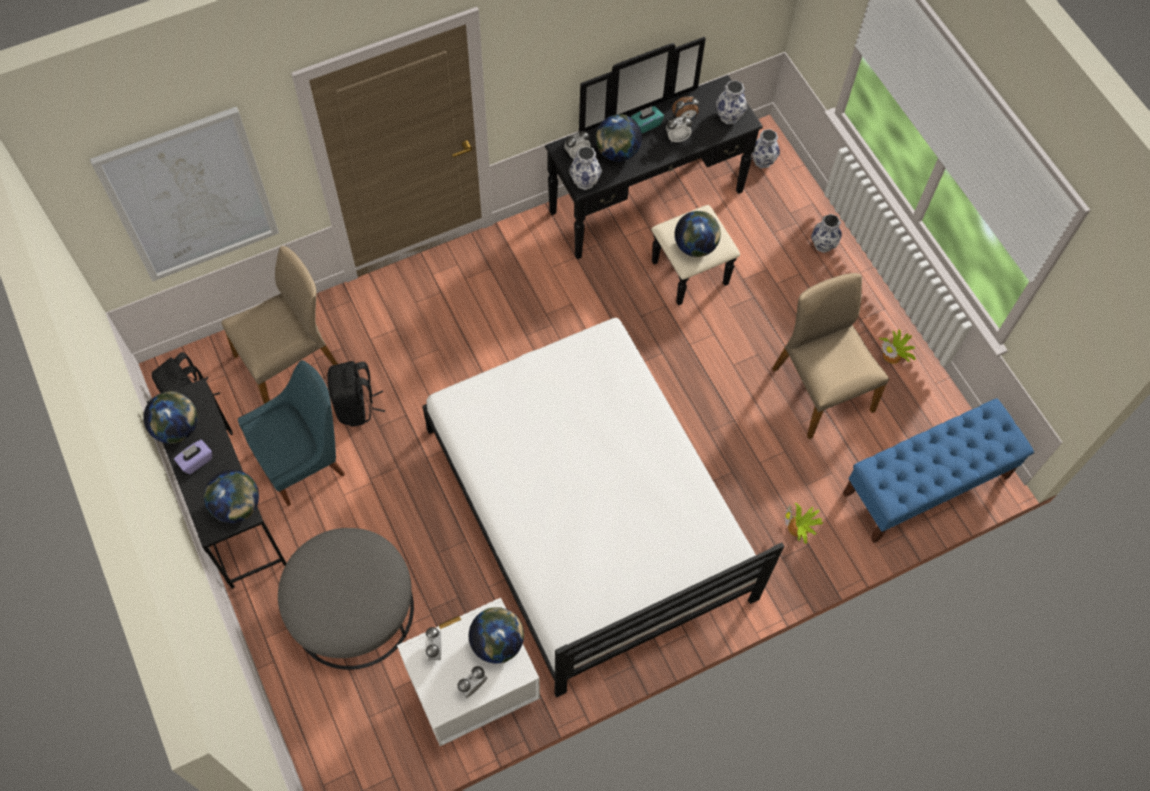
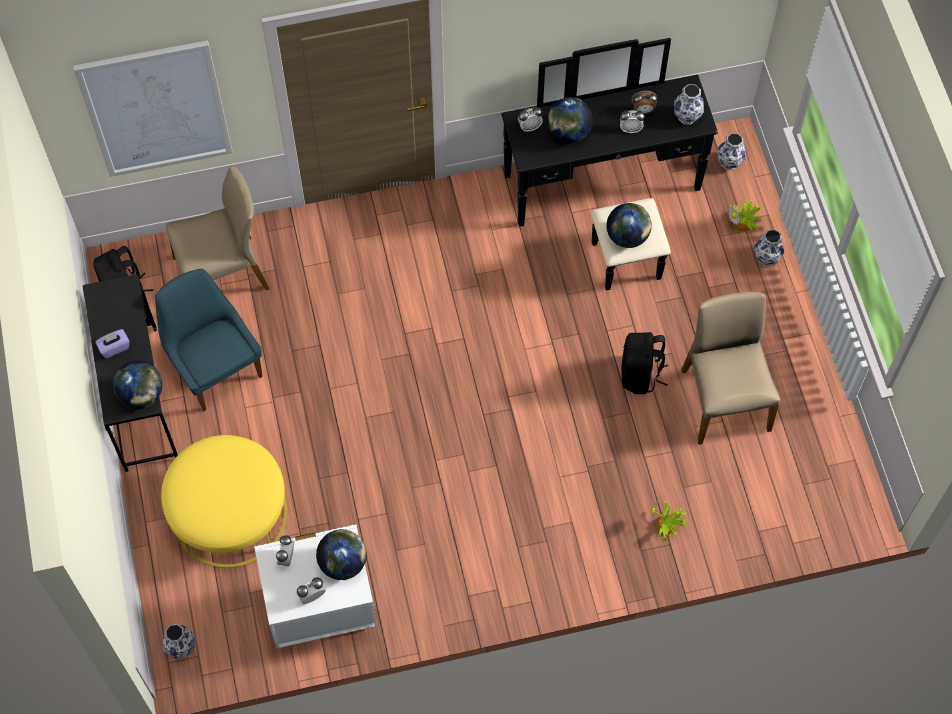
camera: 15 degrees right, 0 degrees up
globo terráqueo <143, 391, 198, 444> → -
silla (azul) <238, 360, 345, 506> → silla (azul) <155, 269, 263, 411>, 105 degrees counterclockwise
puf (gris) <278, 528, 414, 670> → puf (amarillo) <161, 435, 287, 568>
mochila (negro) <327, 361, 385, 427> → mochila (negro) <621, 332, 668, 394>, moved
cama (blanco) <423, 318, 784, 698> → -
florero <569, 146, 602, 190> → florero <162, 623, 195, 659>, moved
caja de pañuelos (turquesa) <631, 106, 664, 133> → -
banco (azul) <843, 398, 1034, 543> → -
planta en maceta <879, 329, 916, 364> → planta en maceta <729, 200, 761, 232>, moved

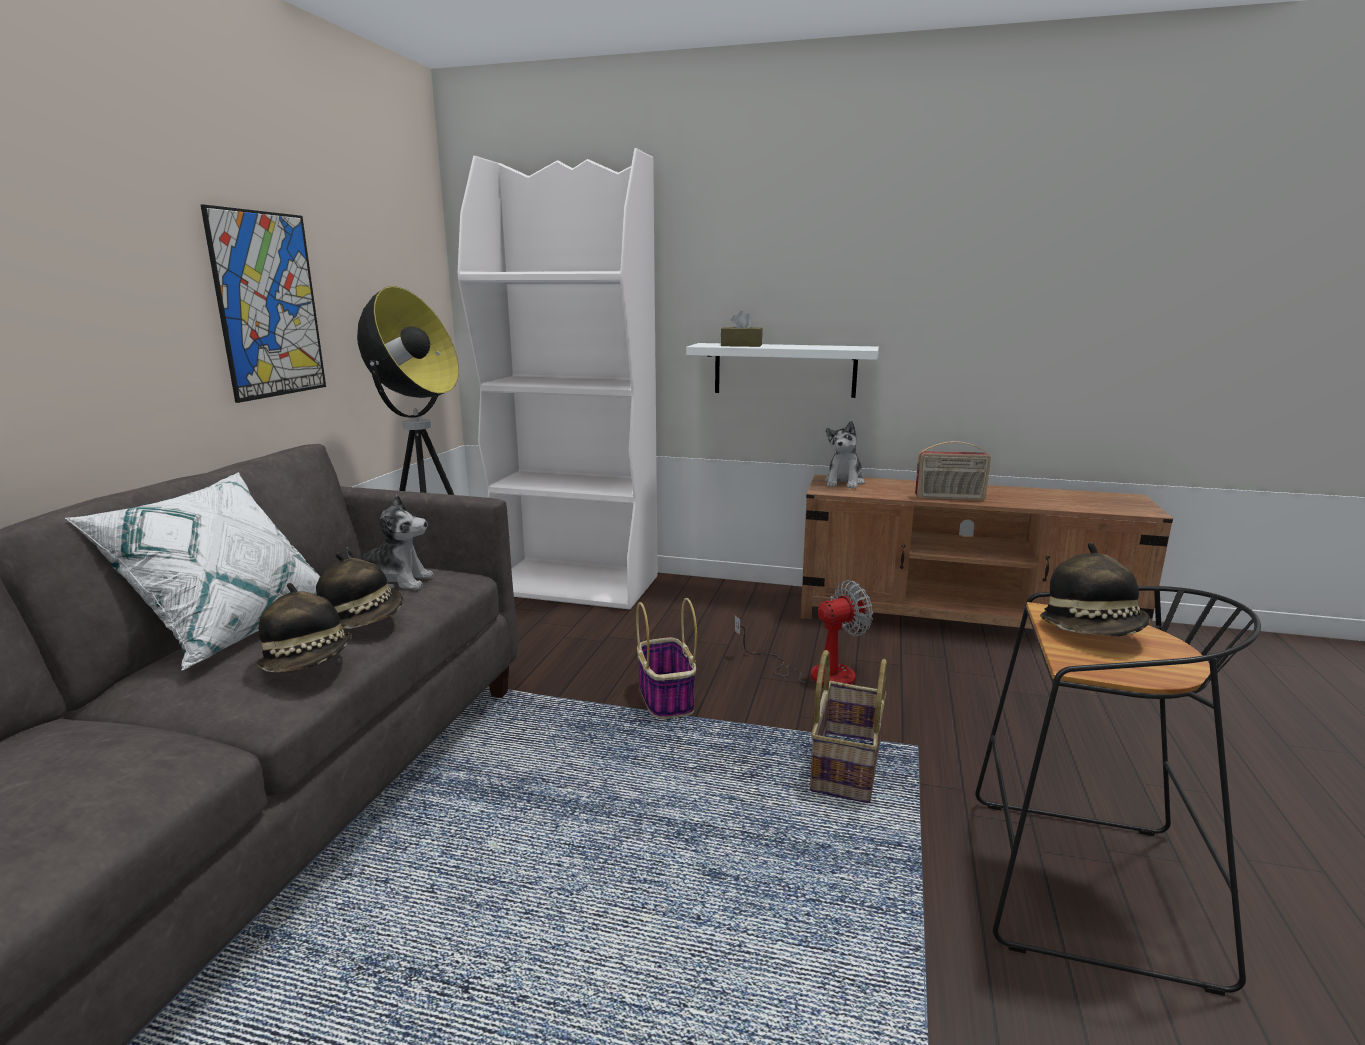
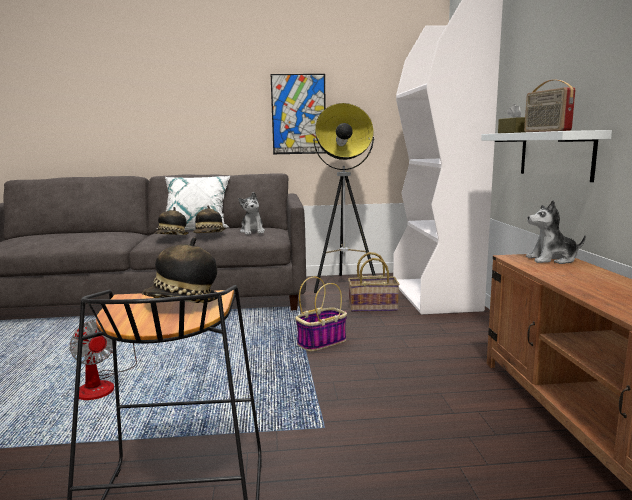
camera: 70 degrees right, 5 degrees down
ventilador <734, 580, 873, 686> → ventilador <69, 319, 137, 400>, moved
cesta <810, 650, 887, 803> → cesta <348, 252, 400, 312>, moved
radio <915, 441, 991, 500> → radio <524, 80, 575, 132>, moved

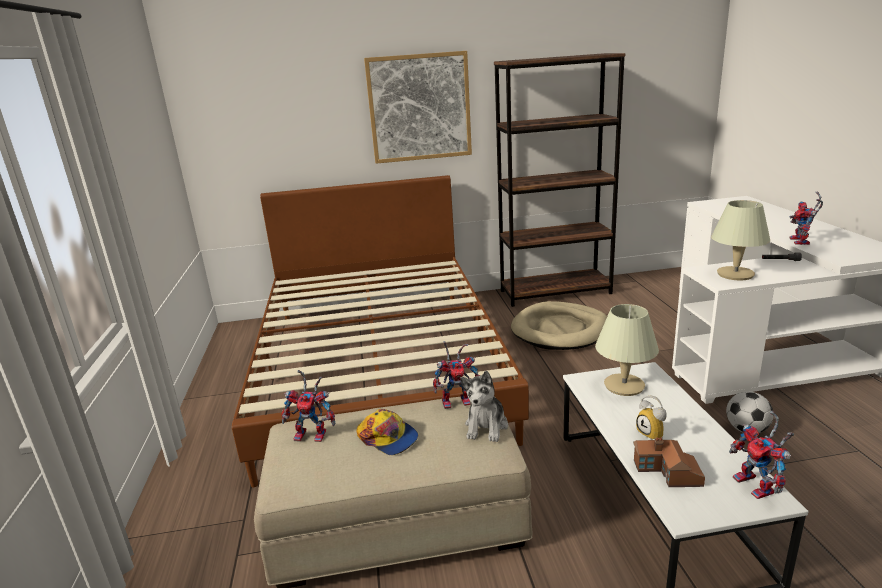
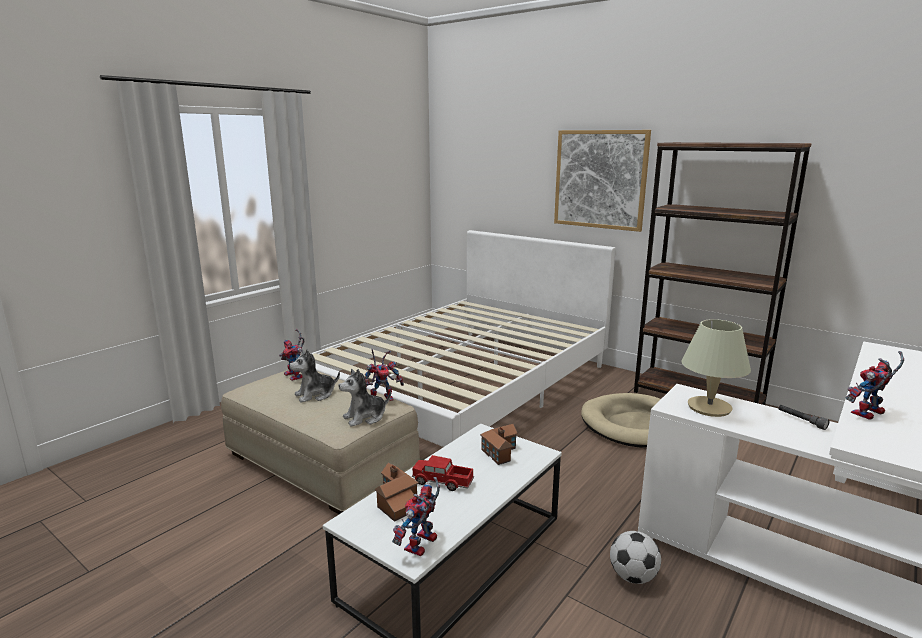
camera: 45 degrees right, 5 degrees down
cama (marrón) <232, 175, 529, 488> → cama (blanco) <295, 230, 616, 447>
gorra <356, 409, 418, 455> → peluche <289, 349, 340, 403>
robot de juguete <433, 341, 480, 409> → robot de juguete <365, 349, 404, 401>, 60 degrees counterclockwise
lámpara de mesa (beis) <595, 304, 659, 396> → casita <480, 423, 518, 465>
despertador <636, 396, 667, 440> → camión de juguete <412, 455, 474, 491>

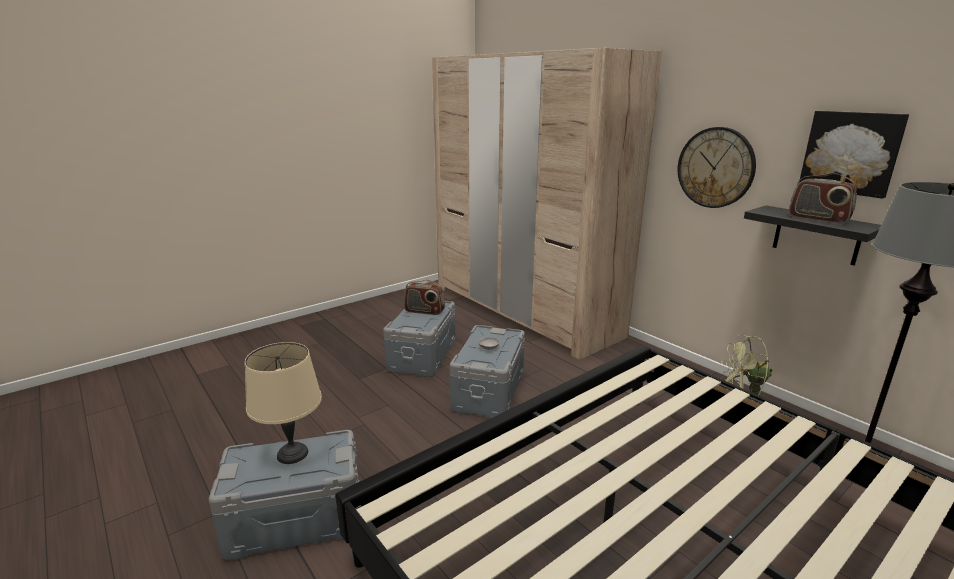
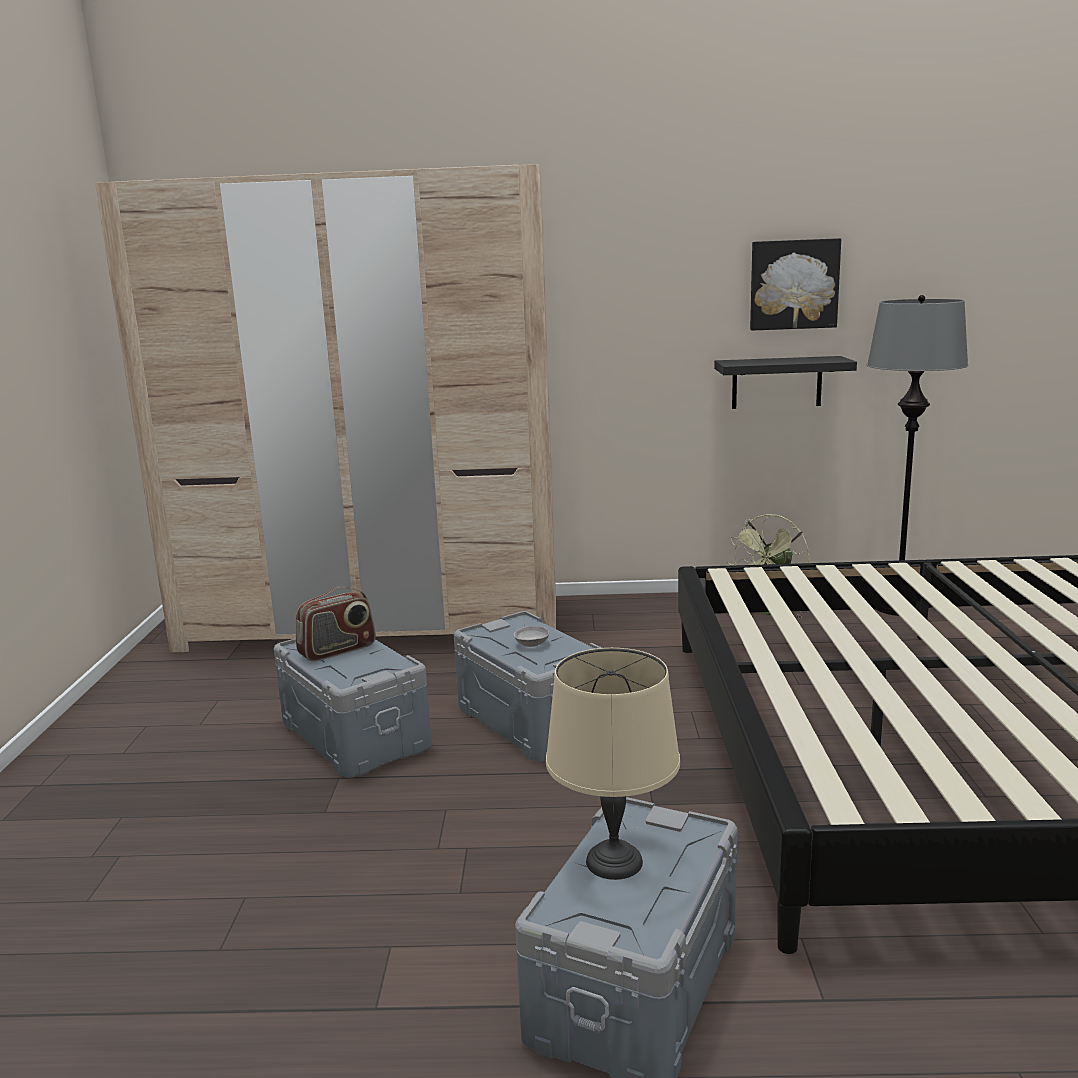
camera: 50 degrees left, 5 degrees down
reloj de pared <678, 127, 756, 208> → -
radio <789, 173, 857, 223> → -

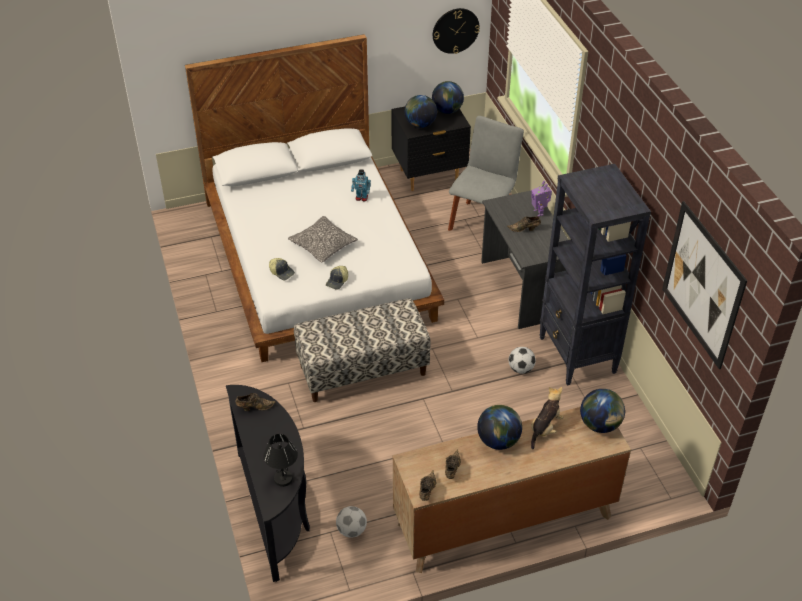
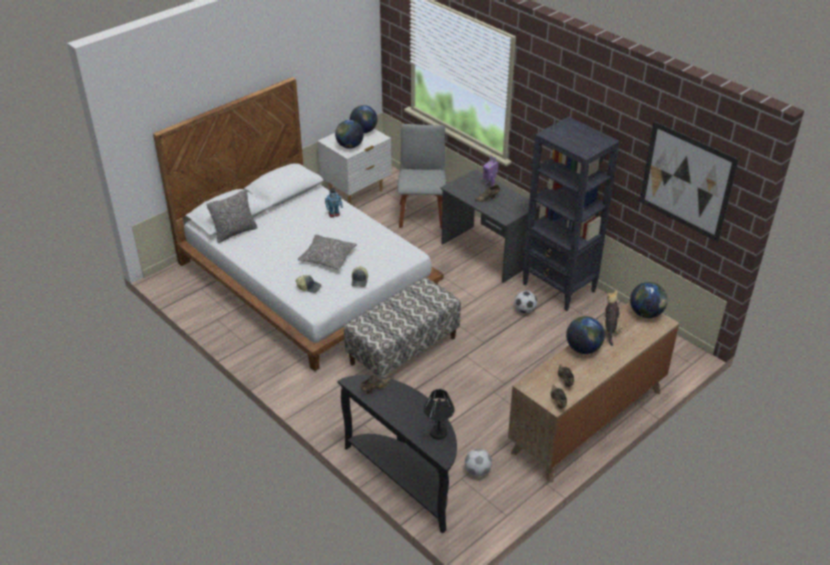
camera: 25 degrees left, 5 degrees down
mesita de noche (negro) <391, 107, 471, 191> → mesita de noche (blanco) <318, 129, 392, 204>
reloj de pared <433, 8, 480, 54> → -
- → cojín <206, 189, 258, 244>

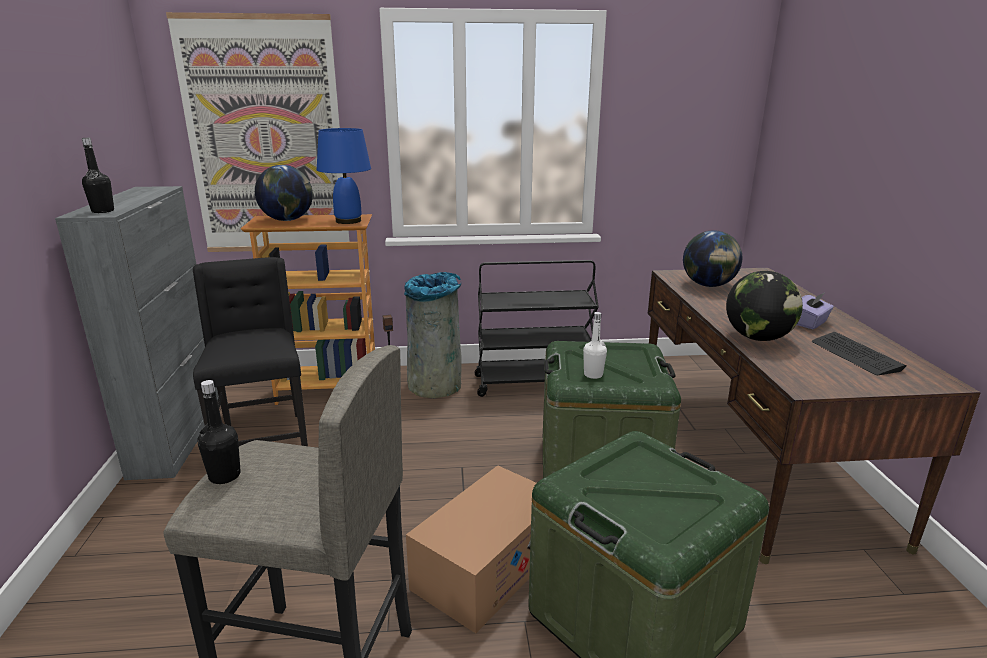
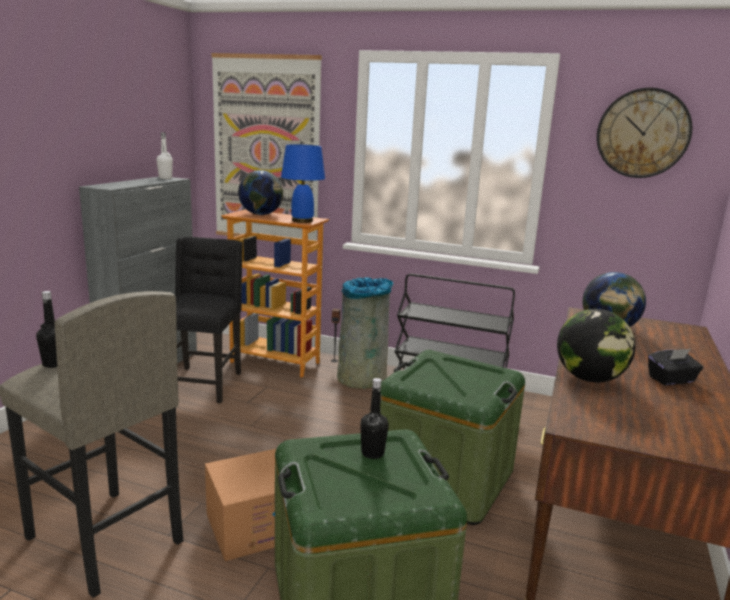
camera: 25 degrees right, 5 degrees down
botella (negro) <82, 138, 114, 213> → botella (negro) <360, 378, 389, 459>, moved
botella (blanco) <583, 312, 607, 379> → botella (blanco) <156, 132, 173, 179>, moved
caja de pañuelos (morado) <797, 293, 834, 329> → caja de pañuelos (negro) <648, 349, 703, 385>
teclado <812, 332, 906, 375> → -
- → reloj de pared <597, 88, 692, 178>

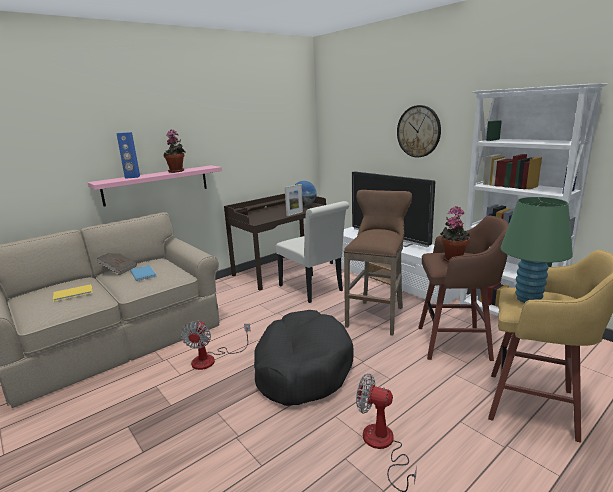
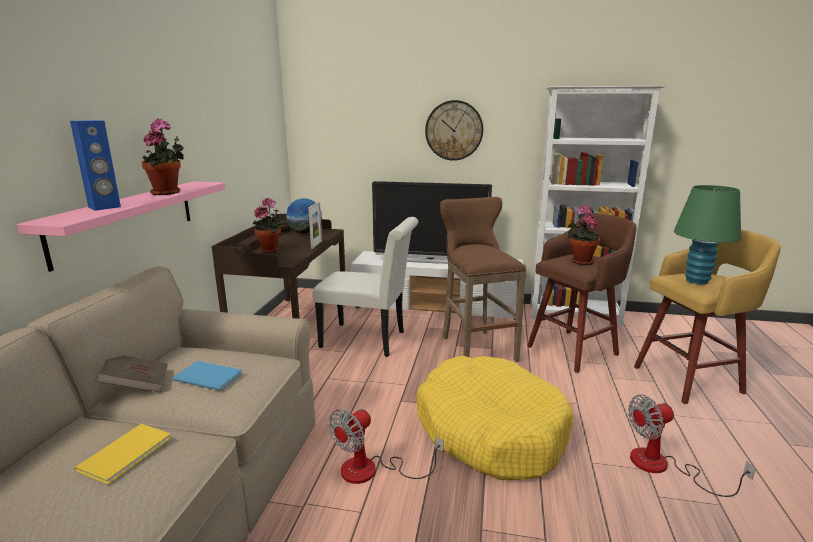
camera: 40 degrees left, 0 degrees up
ventilador <181, 320, 250, 370> → ventilador <328, 408, 444, 484>, 75 degrees clockwise
cama para perro (negro) <254, 310, 354, 406> → cama para perro (amarillo) <417, 356, 574, 480>
- → planta en maceta <253, 198, 283, 253>

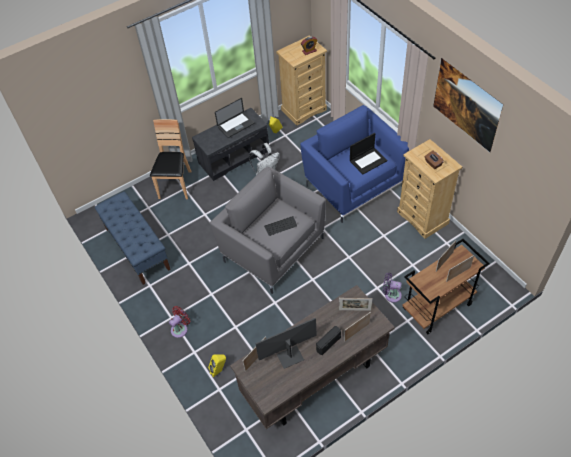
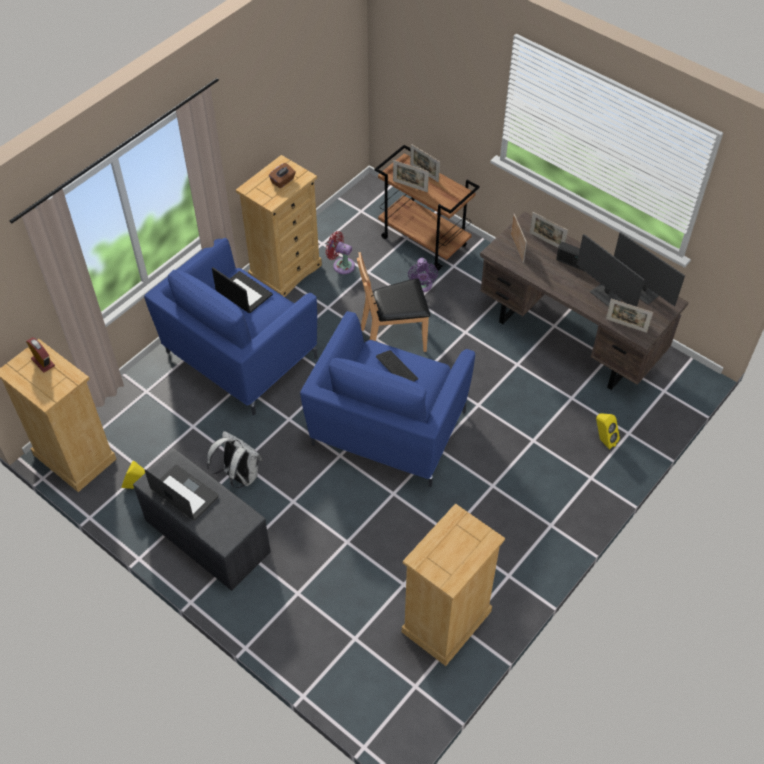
camera: 110 degrees left, 0 degrees up
banco (azul) <95, 192, 171, 285> → cómoda (beis) <402, 503, 505, 666>
silla (marrón) <150, 119, 191, 199> → silla (marrón) <357, 252, 430, 352>, moved
ventilador (rojo) <169, 306, 190, 338> → ventilador (rojo) <326, 231, 355, 274>, moved
sillón (gris) <210, 167, 326, 294> → sillón (azul) <300, 311, 475, 487>
cuadro <433, 58, 503, 152> → -
- → monitor <614, 232, 685, 306>

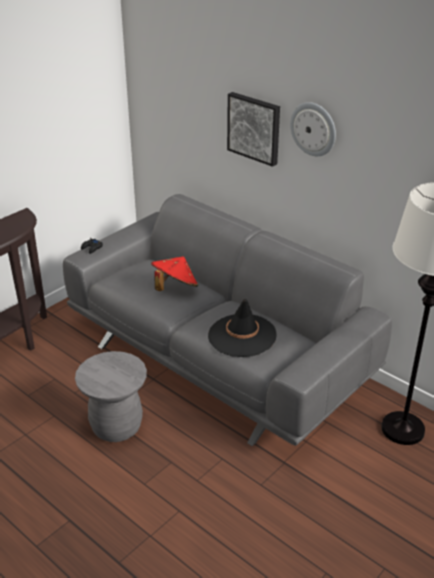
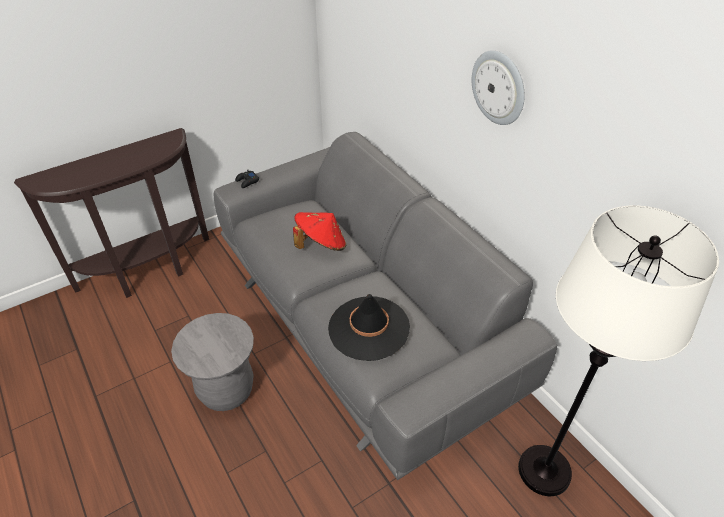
camera: 15 degrees right, 10 degrees up
cuadro <227, 92, 280, 167> → -

